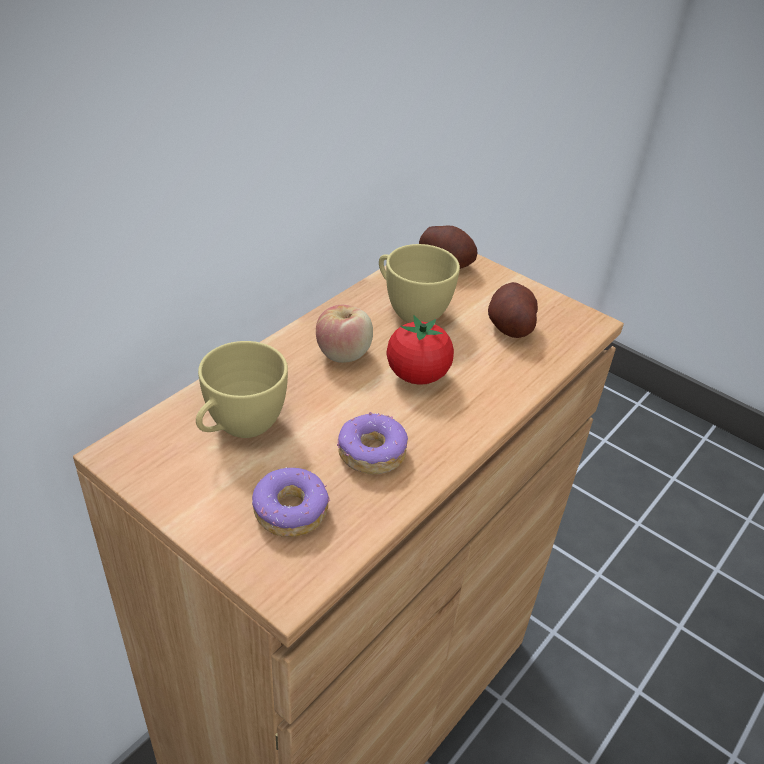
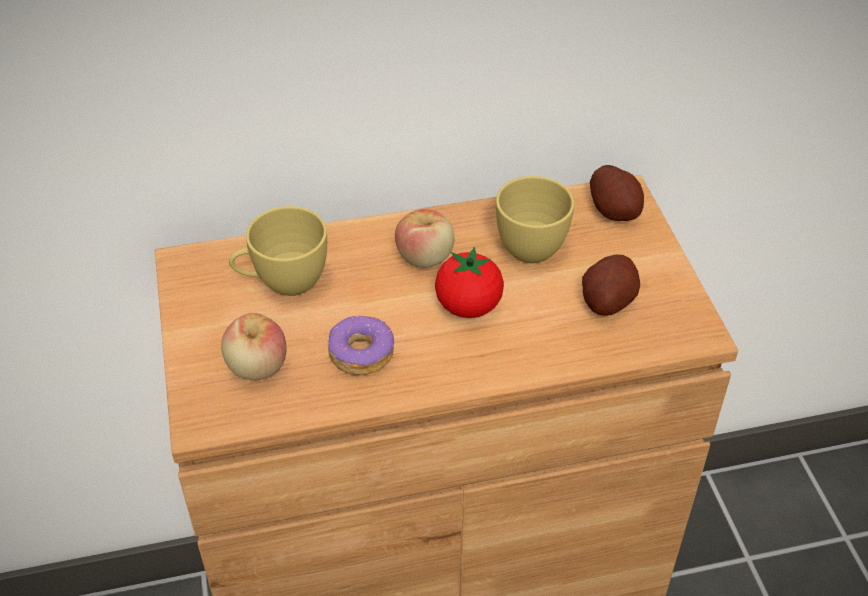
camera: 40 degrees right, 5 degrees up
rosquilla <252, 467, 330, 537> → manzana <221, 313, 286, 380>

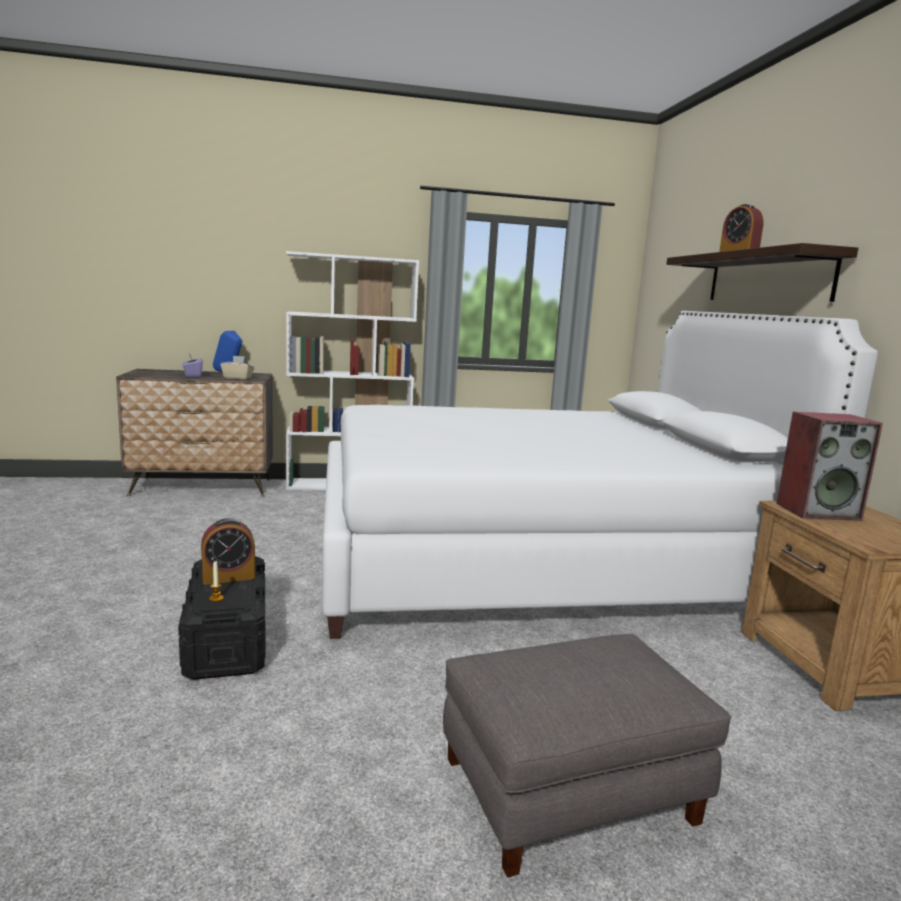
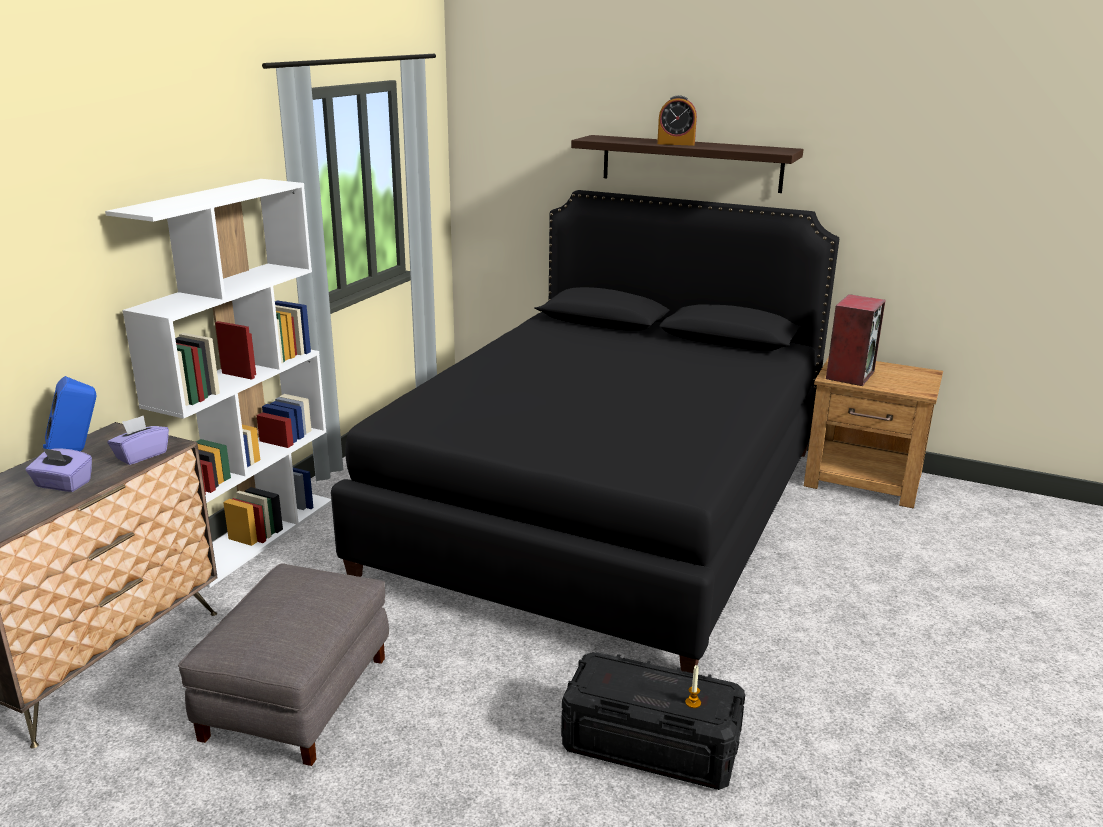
camera: 55 degrees left, 10 degrees up
despertador <201, 518, 255, 585> → -
caja de pañuelos (beis) <220, 356, 254, 380> → caja de pañuelos (morado) <108, 416, 169, 465>
cama (blanco) <322, 311, 878, 639> → cama (negro) <331, 190, 839, 673>
puf (gris) <443, 634, 731, 877> → puf (gris) <178, 563, 389, 766>, moved

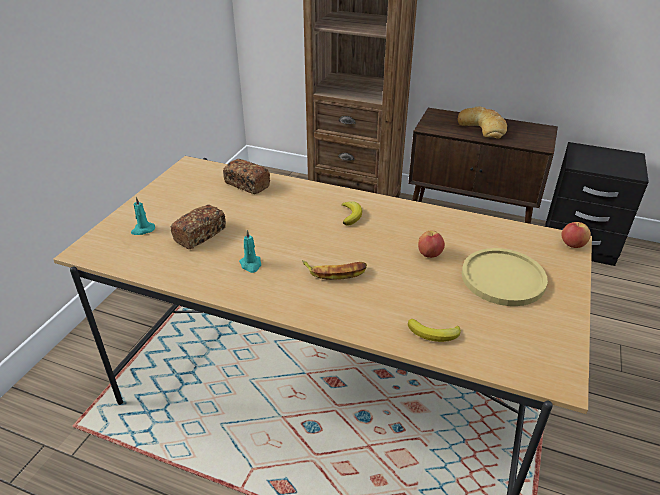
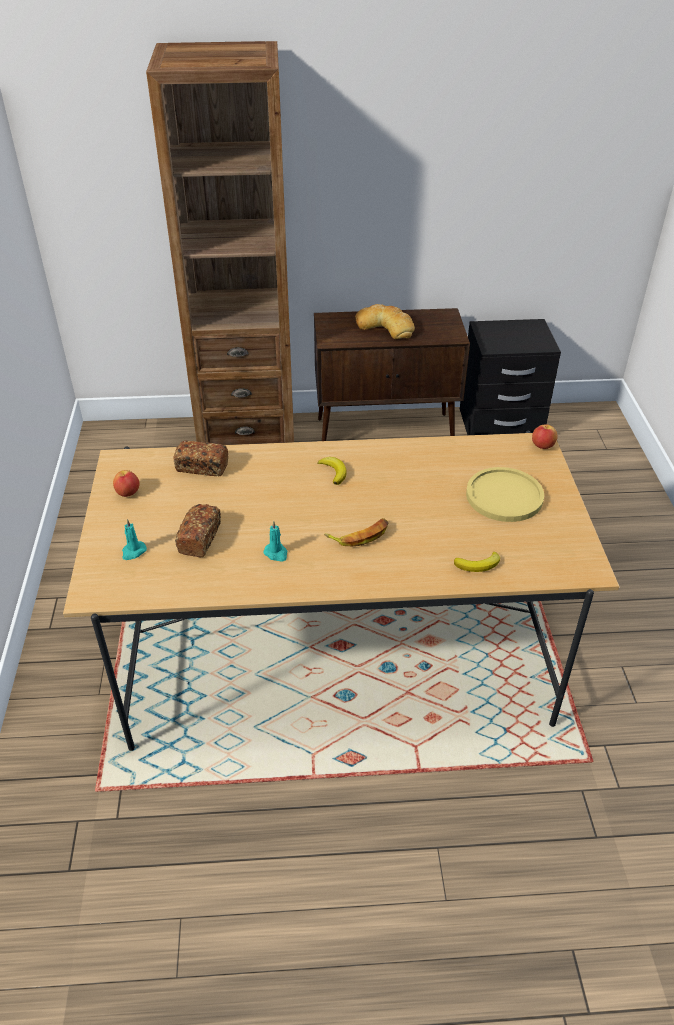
camera: 25 degrees left, 5 degrees up
manzana <418, 231, 445, 258> → manzana <113, 470, 140, 497>, moved

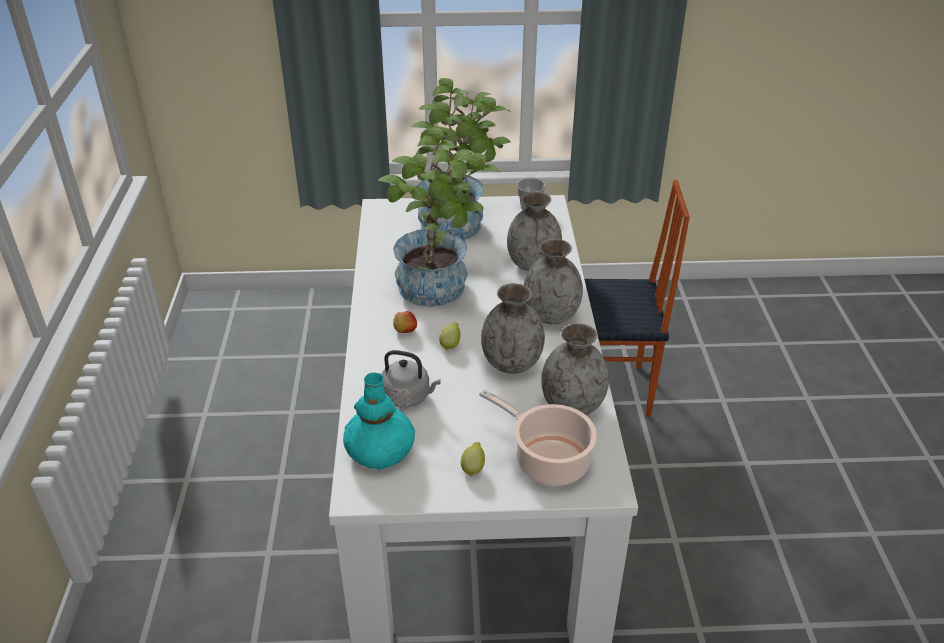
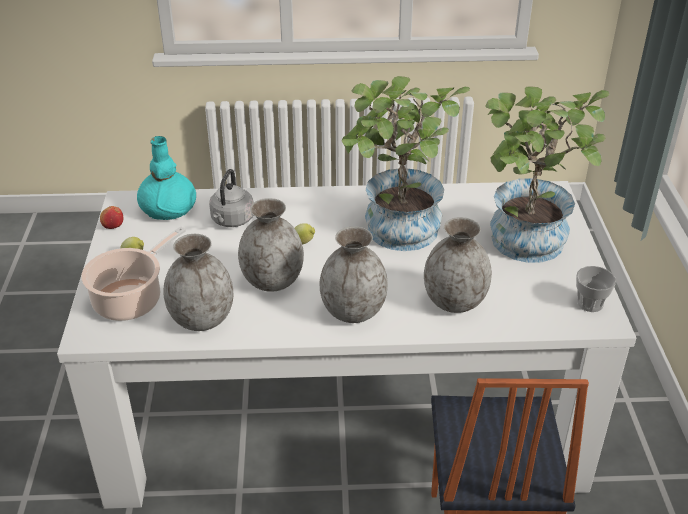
camera: 90 degrees right, 0 degrees up
manzana <393, 311, 417, 333> → manzana <100, 206, 124, 229>, moved

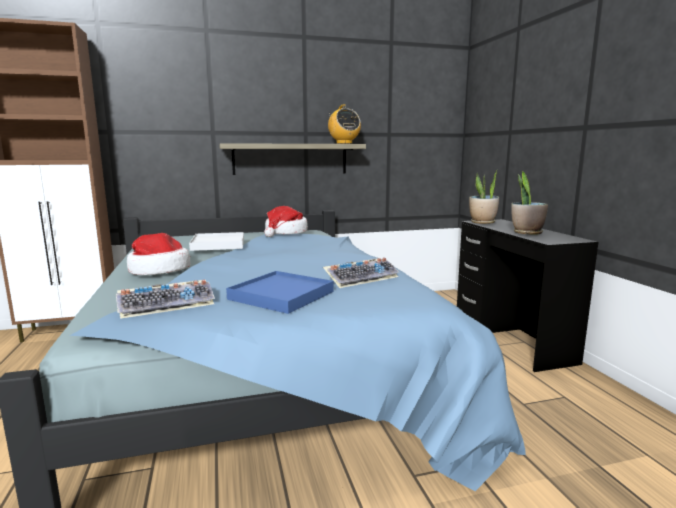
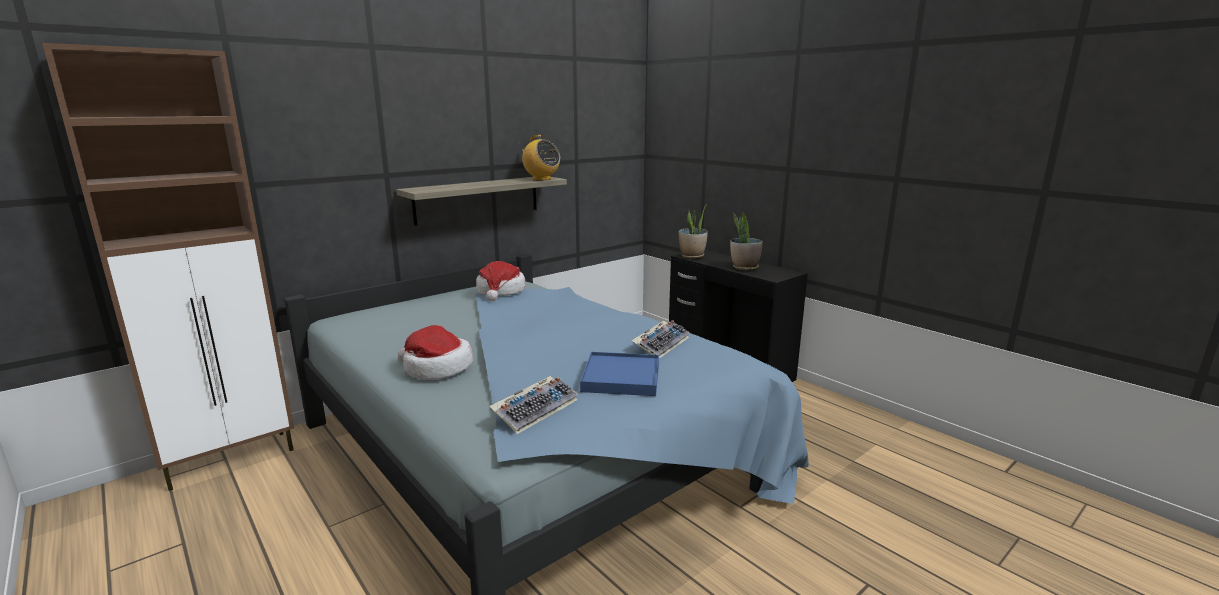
camera: 25 degrees left, 5 degrees up
bandeja (blanco) <189, 232, 244, 251> → -

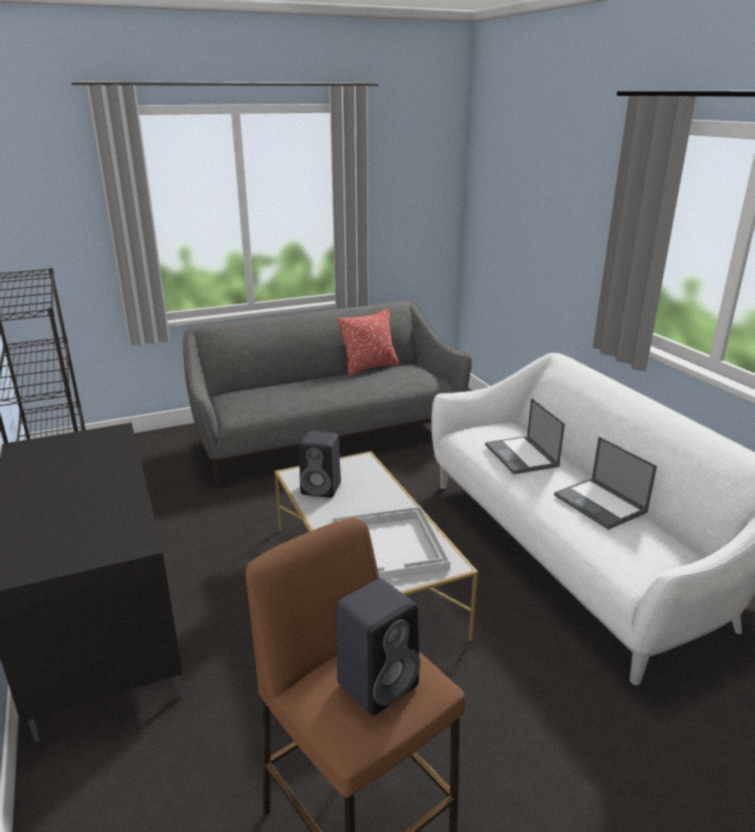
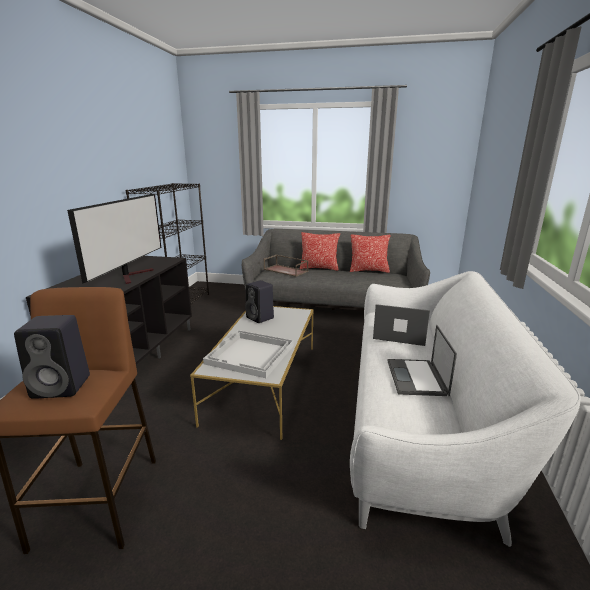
camera: 35 degrees right, 5 degrees down
portátil <485, 398, 565, 474> → portátil <373, 304, 430, 346>, 90 degrees clockwise
- → televisor <67, 194, 161, 284>
- → bandeja (marrón) <264, 255, 309, 277>
- → cojín <300, 232, 340, 271>

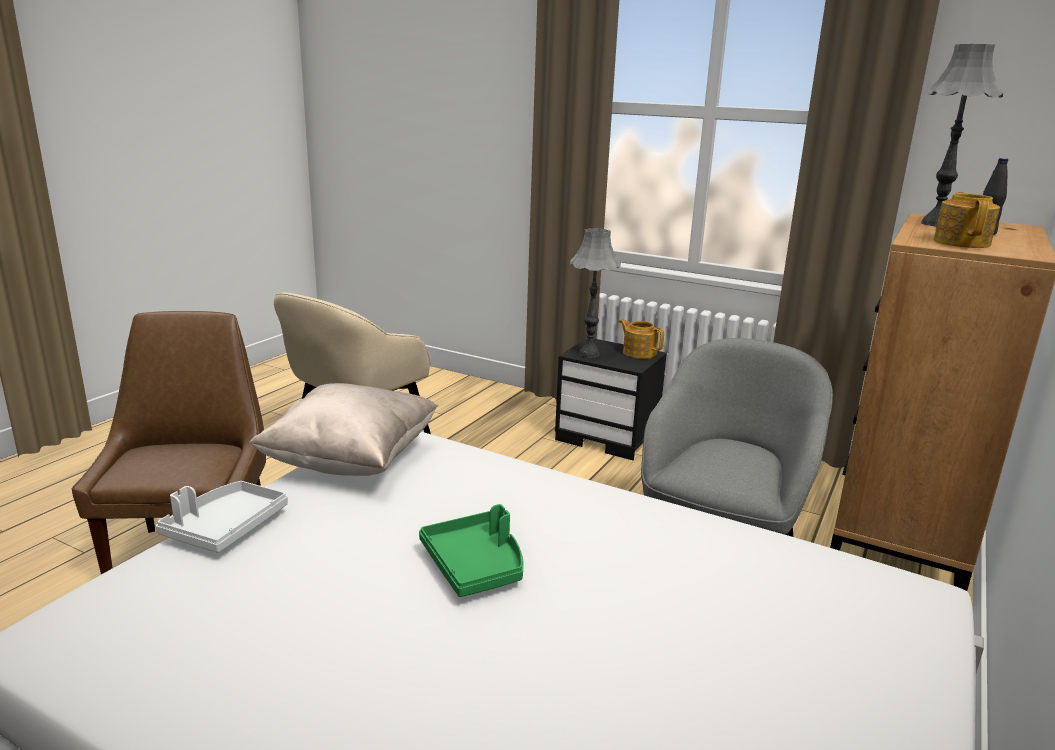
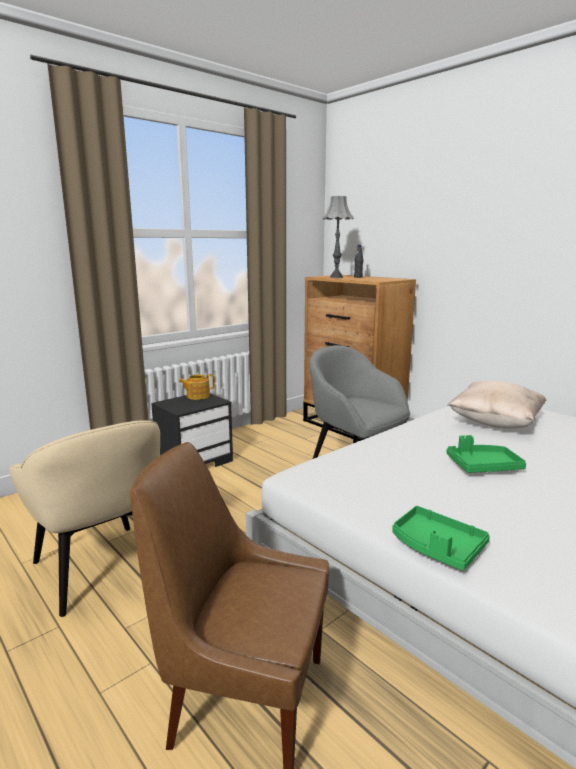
camera: 70 degrees left, 5 degrees down
bandeja (blanco) <156, 481, 288, 553> → bandeja (verde) <393, 506, 490, 571>
cojín (beis) <249, 383, 438, 476> → cojín (beis) <448, 381, 546, 429>, moved
lámpara de mesa (gris) <570, 228, 621, 358> → -
tetera <933, 192, 1000, 248> → -

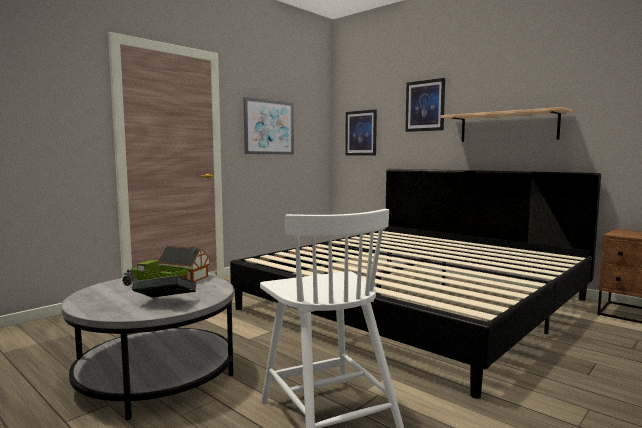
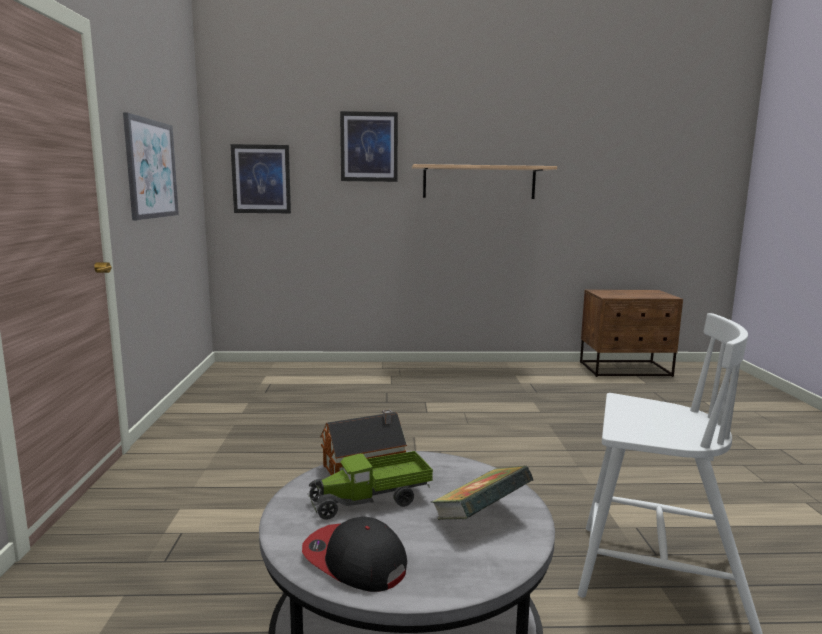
camera: 45 degrees left, 5 degrees up
cama <230, 169, 601, 399> → -
- → gorra <302, 516, 407, 592>

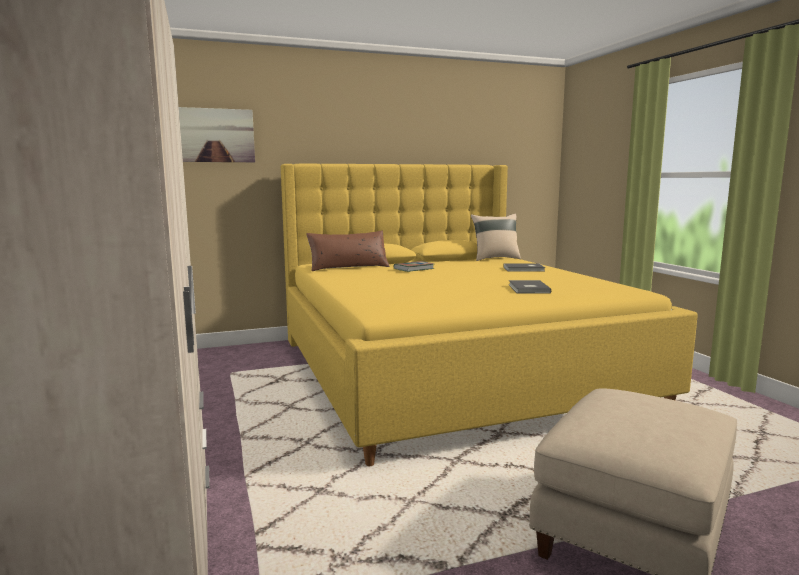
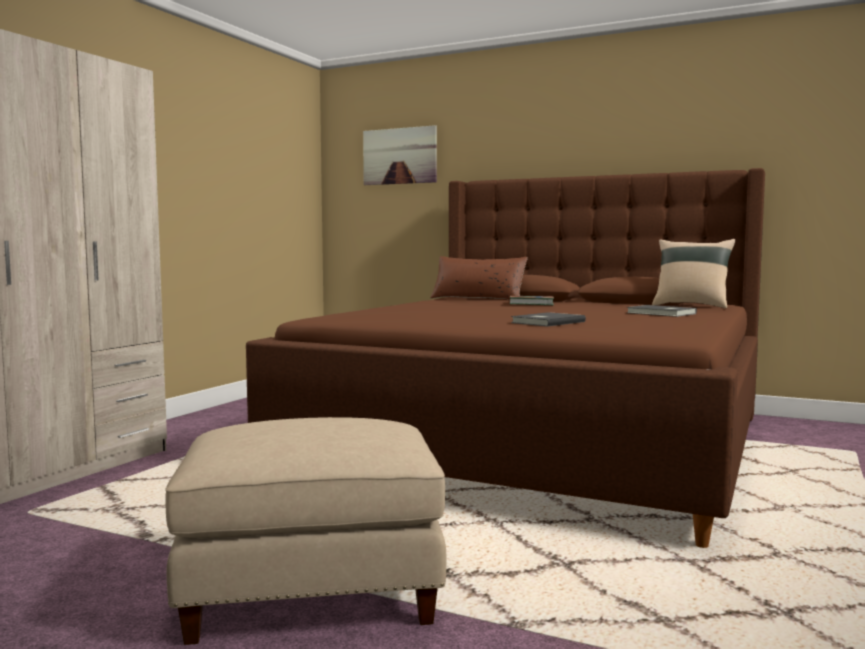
camera: 45 degrees right, 5 degrees down
cama (amarillo) <281, 164, 698, 466> → cama (marrón) <246, 168, 765, 548>

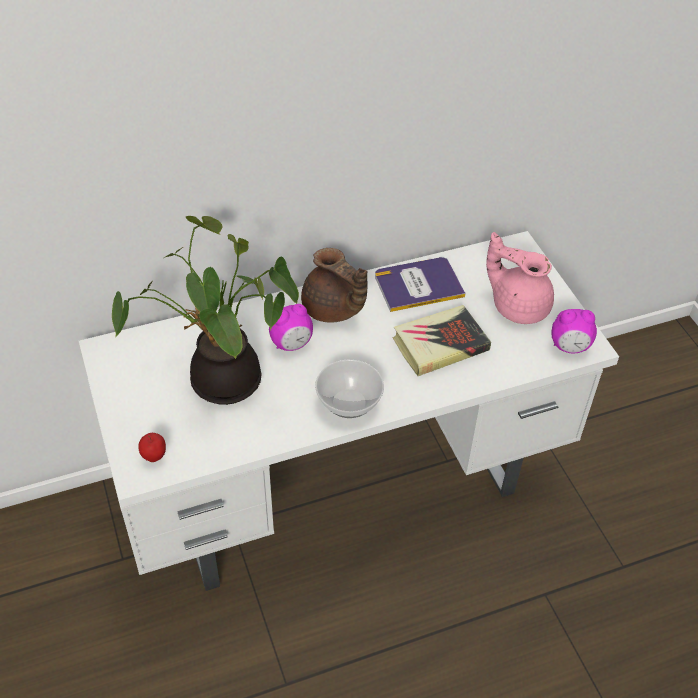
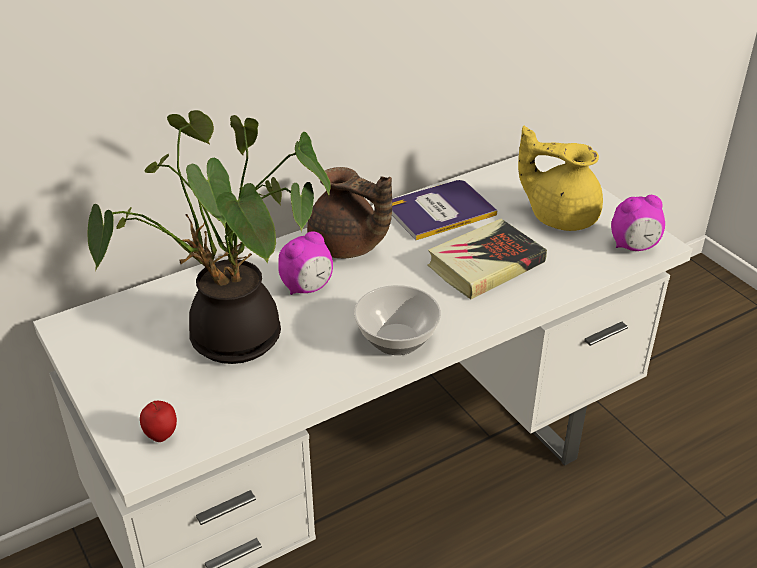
camera: 10 degrees left, 10 degrees down
tetera (rosa) <486, 232, 554, 324> → tetera (amarillo) <518, 126, 603, 231>

